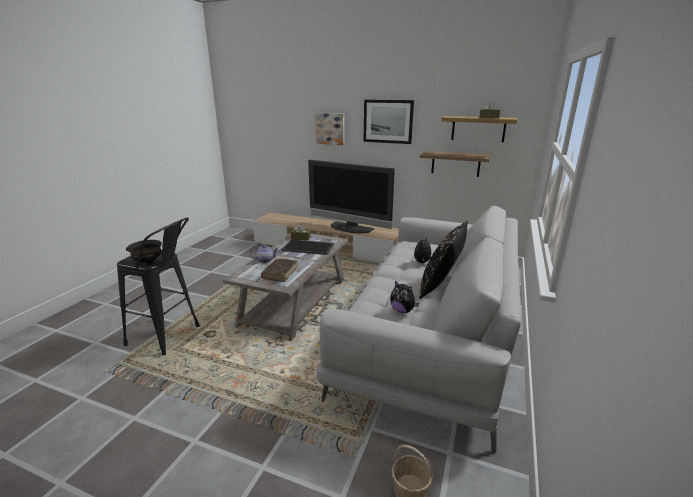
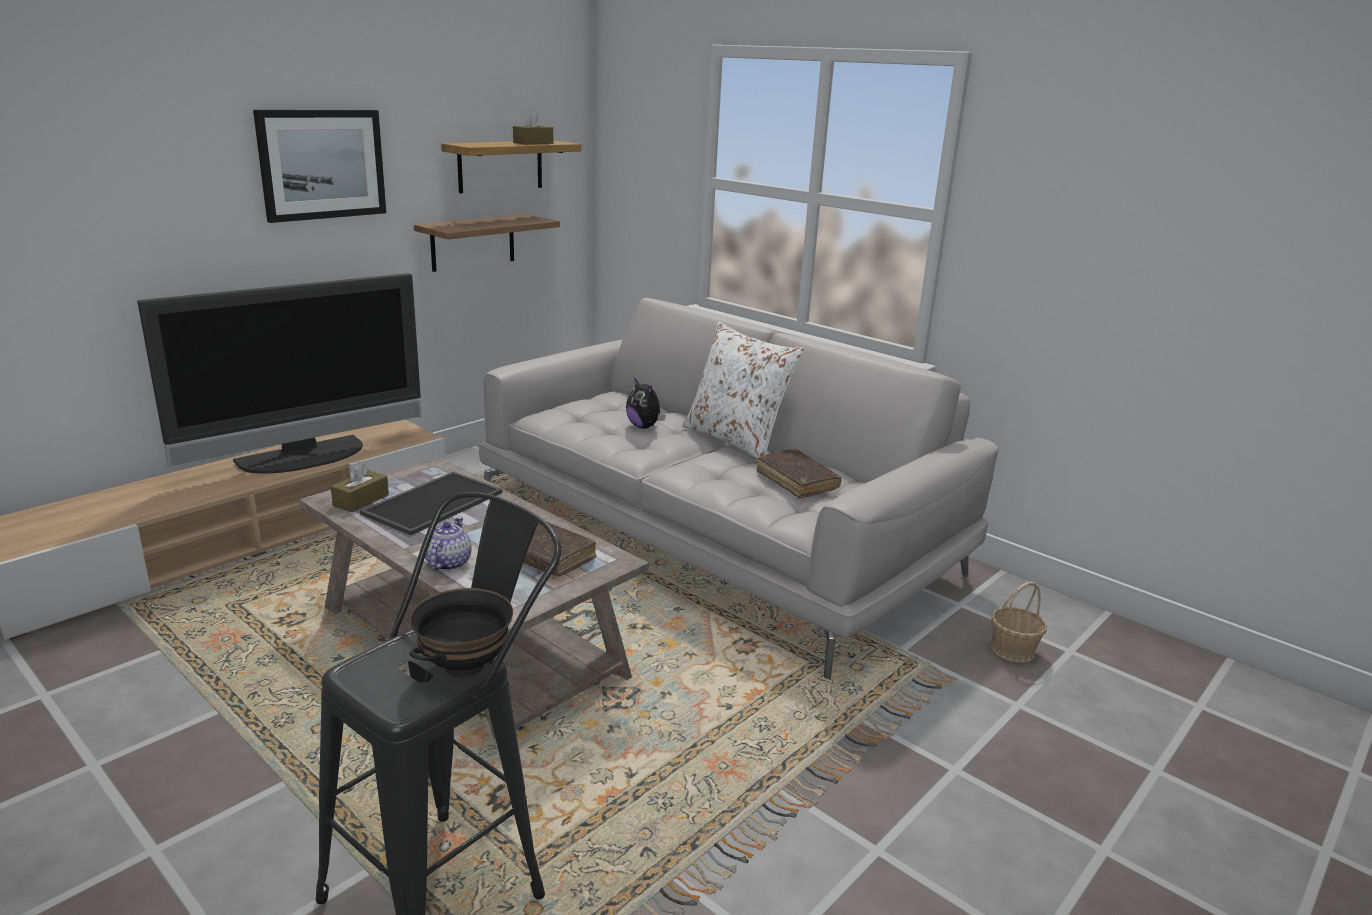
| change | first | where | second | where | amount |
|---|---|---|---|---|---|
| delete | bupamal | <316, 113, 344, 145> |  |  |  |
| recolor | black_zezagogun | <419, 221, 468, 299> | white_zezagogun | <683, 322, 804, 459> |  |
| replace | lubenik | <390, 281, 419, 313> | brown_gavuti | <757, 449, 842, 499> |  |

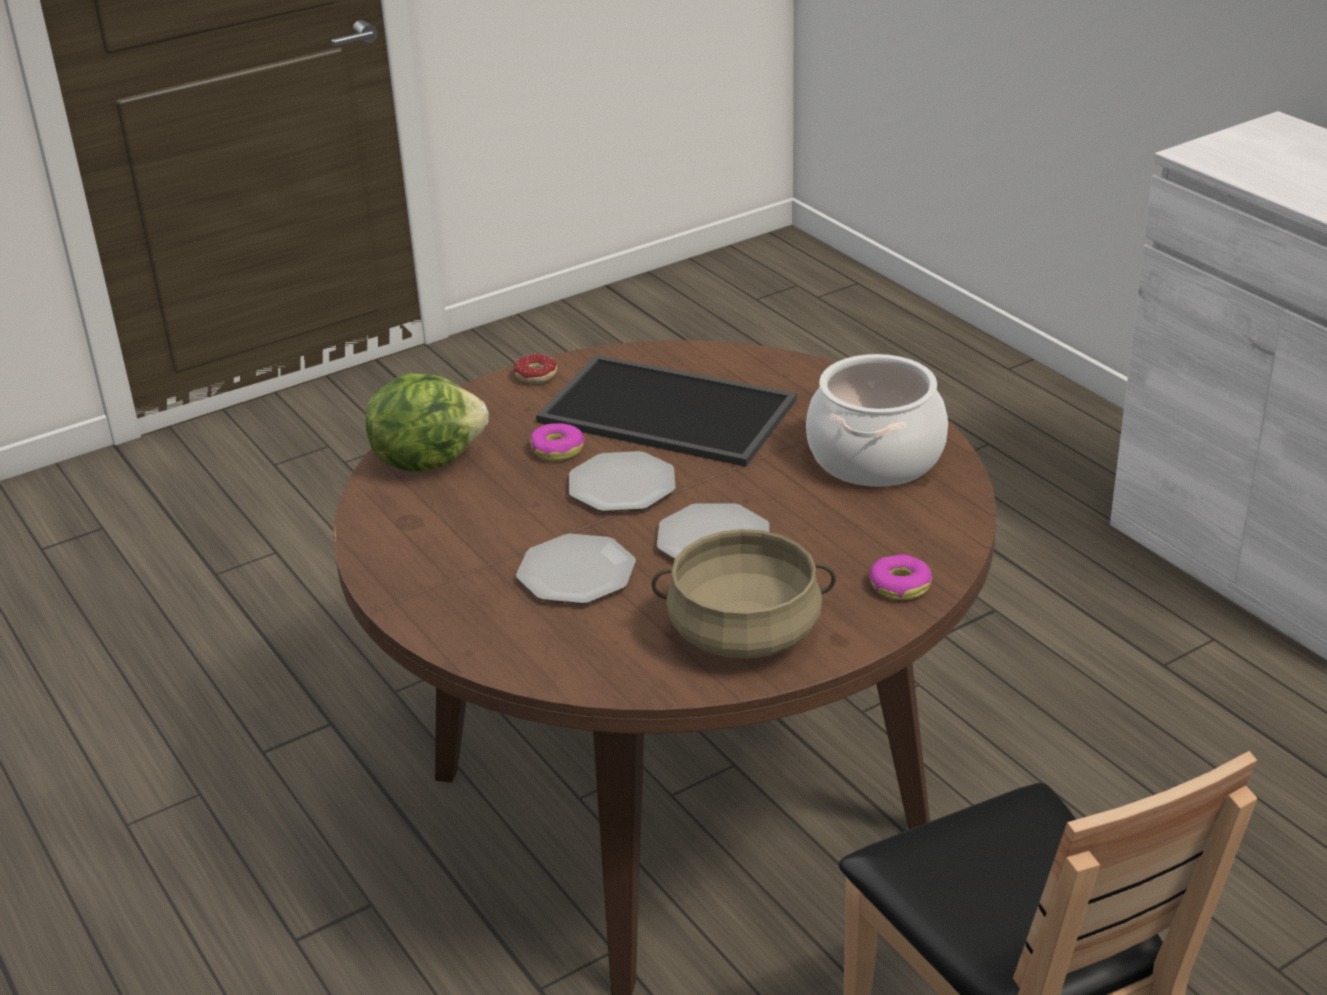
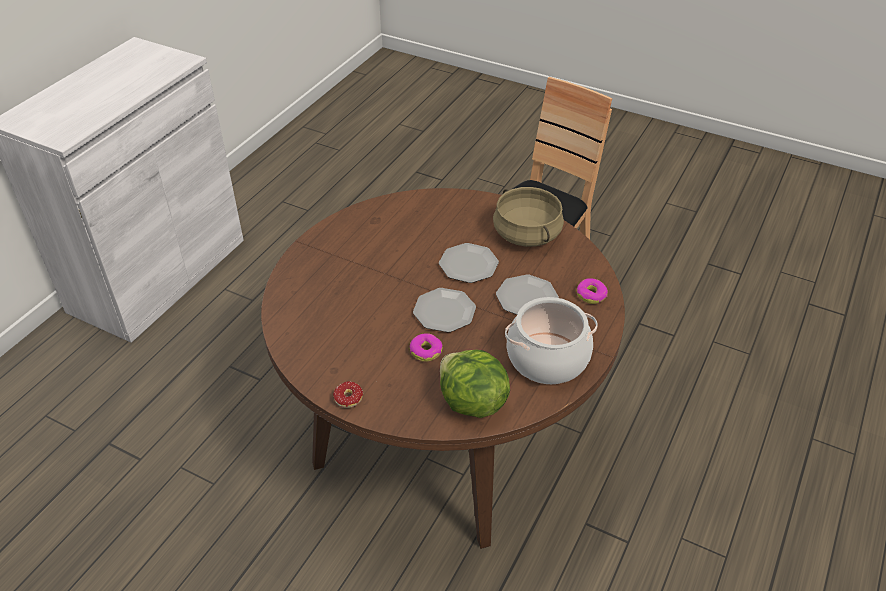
| change | first | where | second | where | amount |
|---|---|---|---|---|---|
| move | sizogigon | <806, 354, 948, 487> |  | <505, 297, 598, 384> |  |
| delete | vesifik | <536, 355, 797, 467> |  |  |  |
| move | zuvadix | <869, 555, 932, 600> |  | <577, 278, 608, 304> |  |

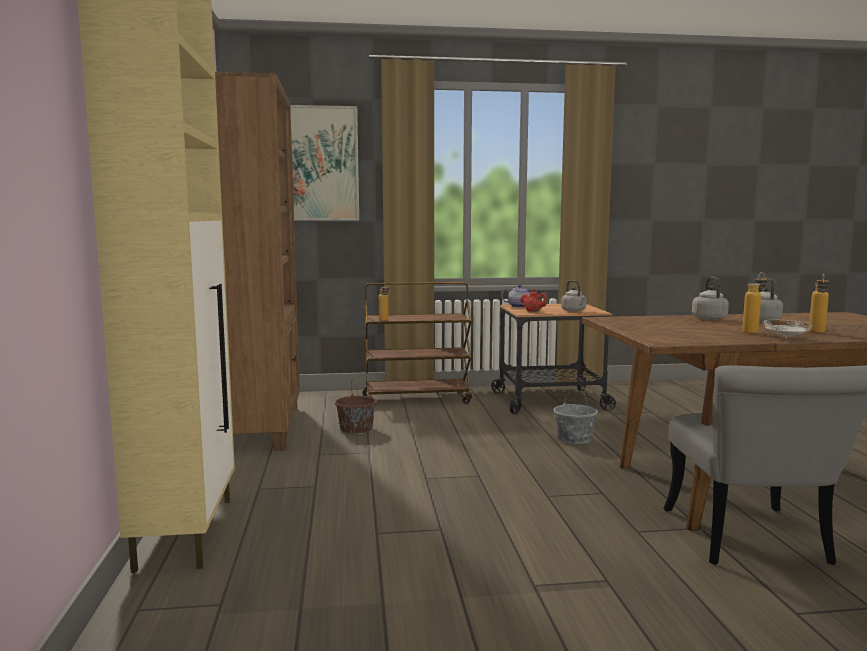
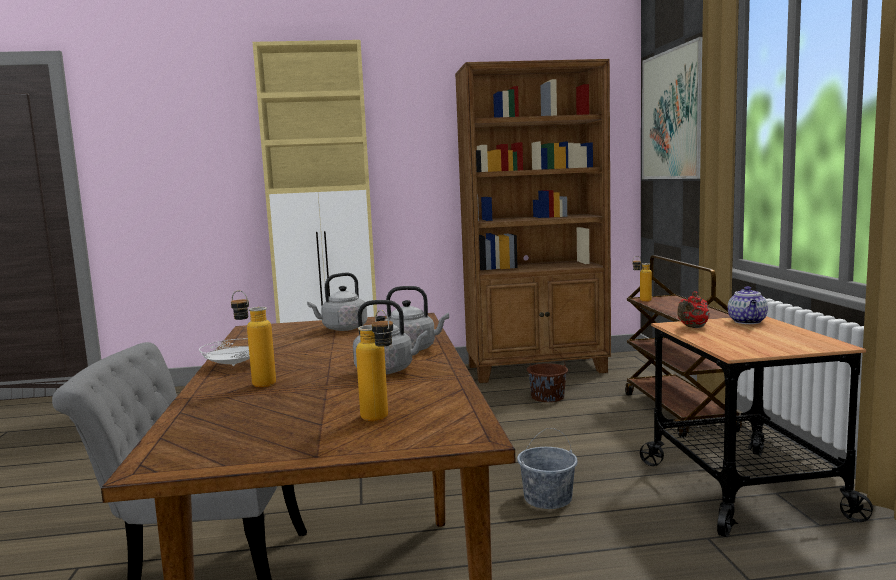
| change | first | where | second | where | amount |
|---|---|---|---|---|---|
| move | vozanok | <742, 272, 767, 334> |  | <356, 310, 393, 421> |  |
| move | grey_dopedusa | <561, 280, 586, 312> |  | <307, 273, 367, 331> |  |

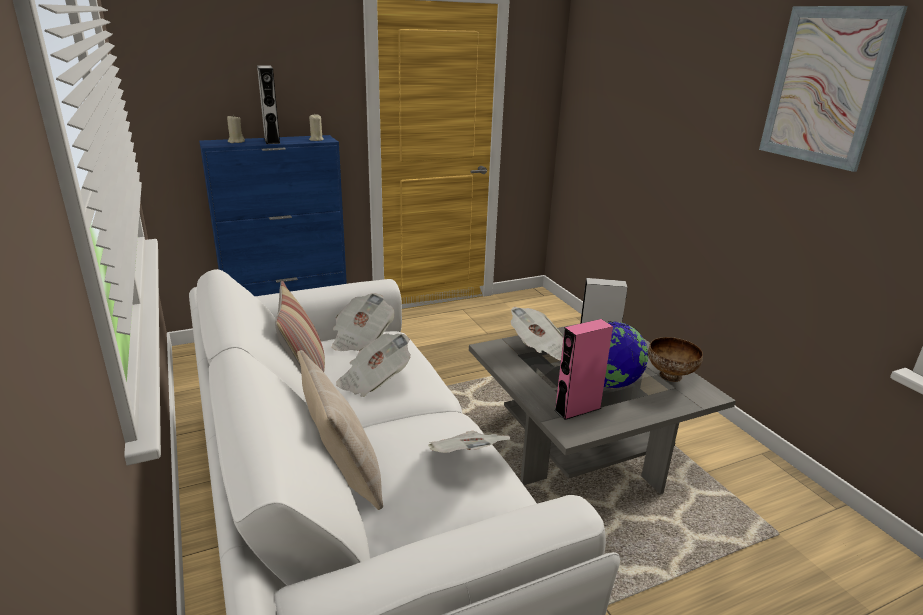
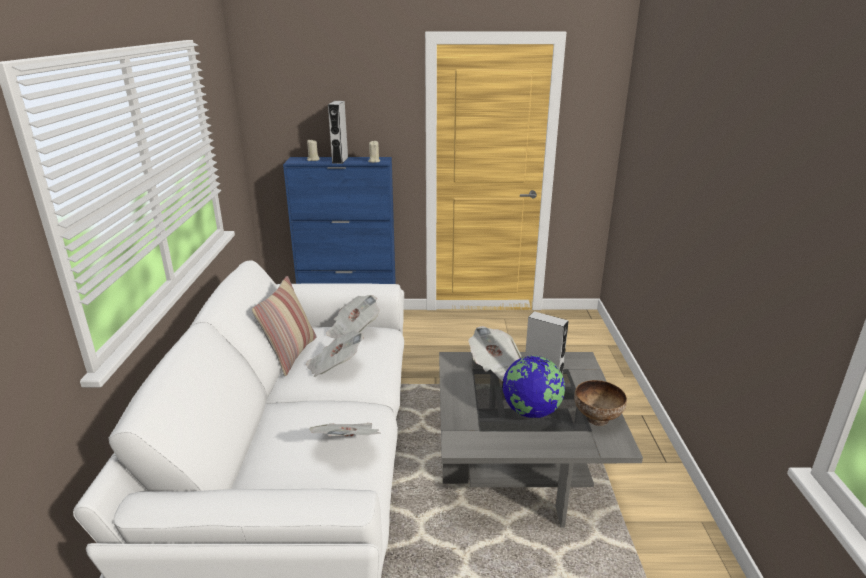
| change | first | where | second | where | amount |
|---|---|---|---|---|---|
| delete | bupamal | <759, 6, 908, 172> |  |  |  |
| delete | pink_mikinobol | <554, 319, 613, 420> |  |  |  |
| delete | beige_zezagogun | <297, 350, 383, 510> |  |  |  |

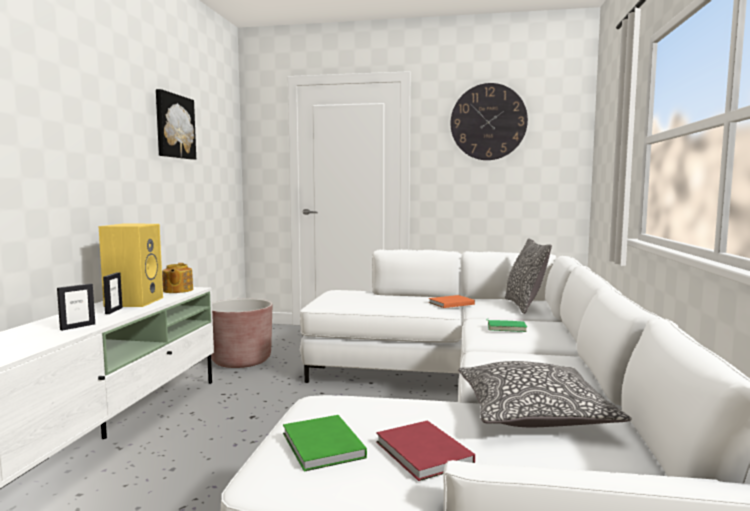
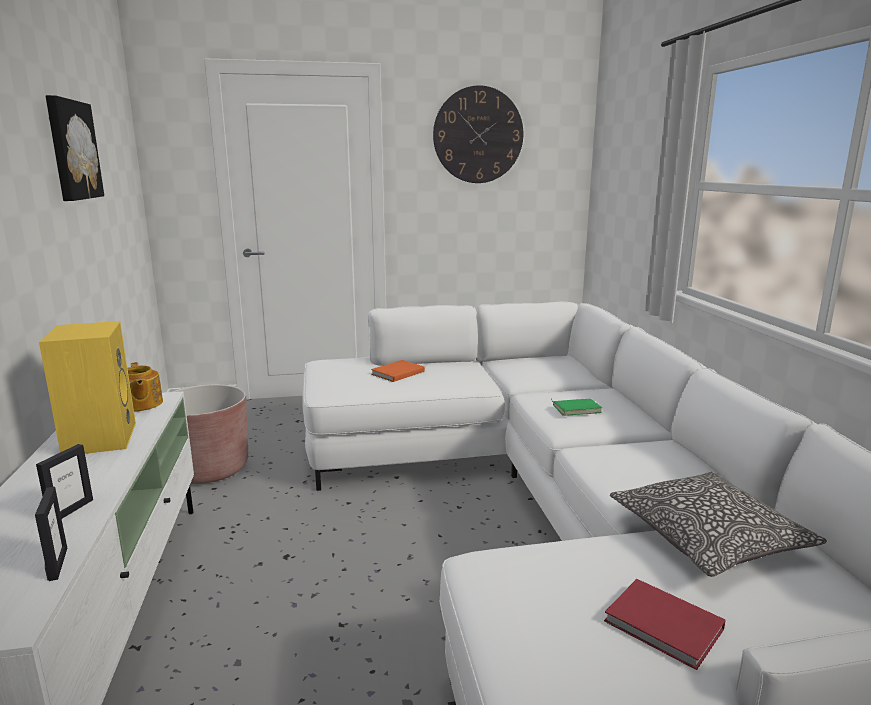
| change | first | where | second | where | amount |
|---|---|---|---|---|---|
| delete | zezagogun | <505, 238, 552, 314> |  |  |  |
| move | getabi | <103, 272, 123, 314> |  | <35, 487, 67, 581> |  |
| move | orange_gavuti | <429, 295, 475, 308> |  | <371, 360, 425, 382> |  |
| delete | green_gavuti | <283, 415, 367, 472> |  |  |  |

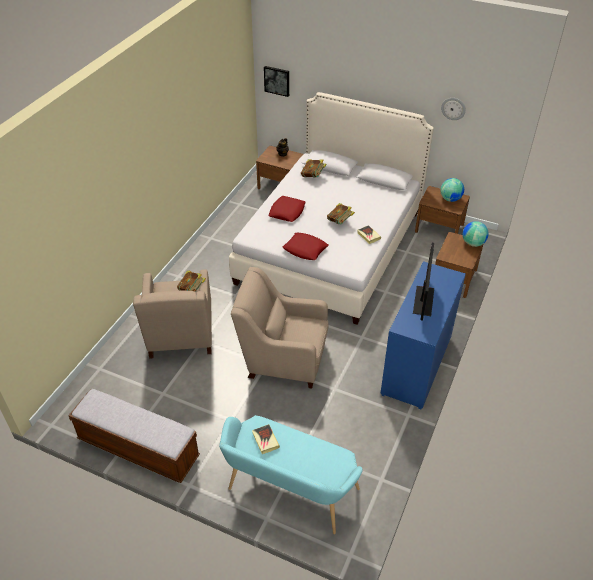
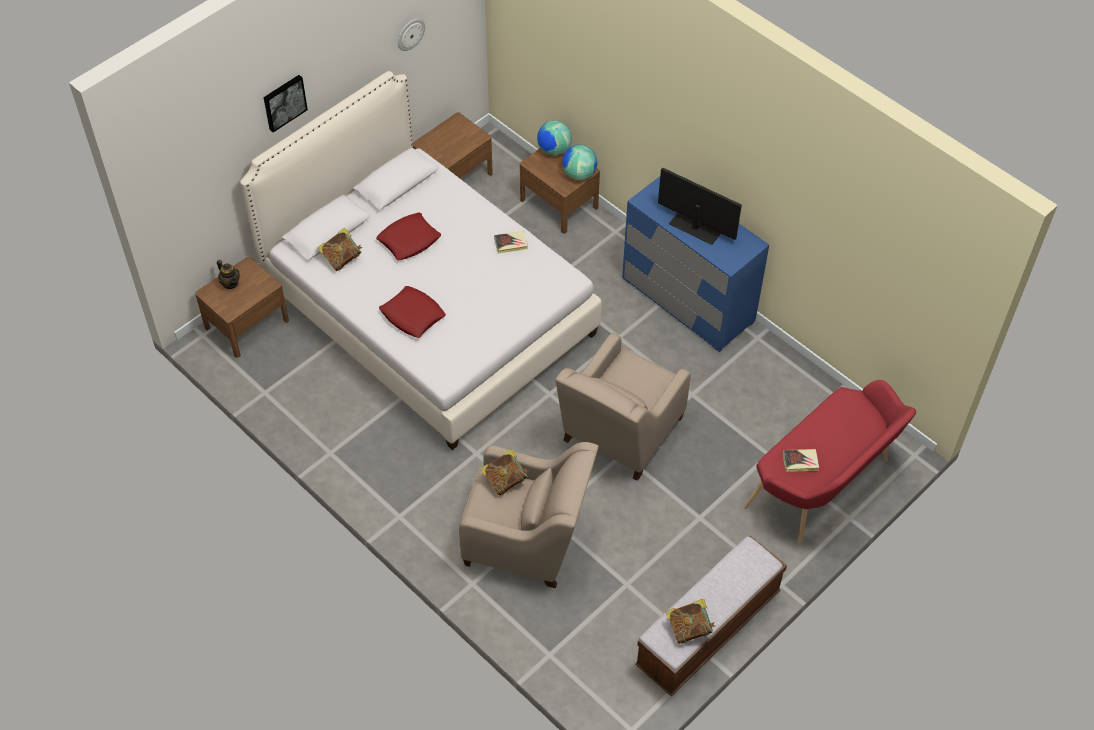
| change | first | where | second | where | amount |
|---|---|---|---|---|---|
| move | bupamal | <264, 66, 289, 97> |  | <263, 75, 308, 132> |  |
| move | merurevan | <440, 178, 464, 202> |  | <562, 145, 597, 180> |  |
| move | gavuti | <327, 203, 355, 224> |  | <665, 599, 715, 644> |  |
| move | red_zezagogun | <283, 233, 329, 260> |  | <376, 212, 441, 260> |  |
| recolor | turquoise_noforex | <219, 415, 363, 534> | red_noforex | <744, 380, 916, 545> |  |

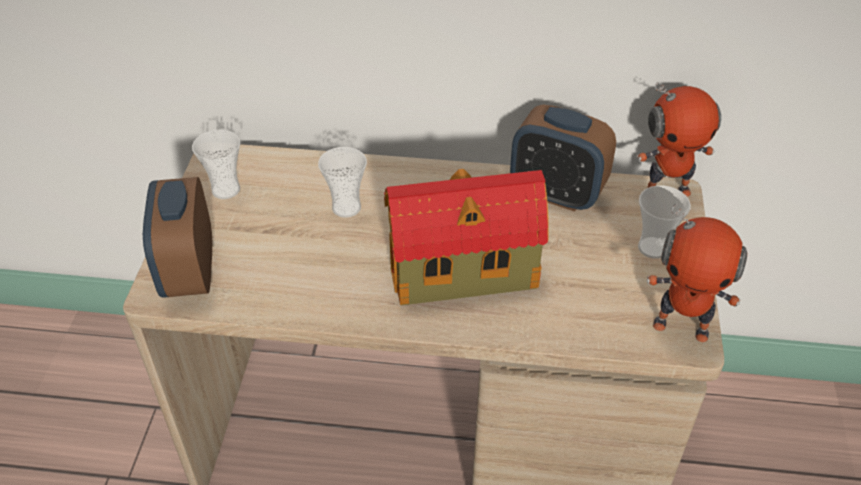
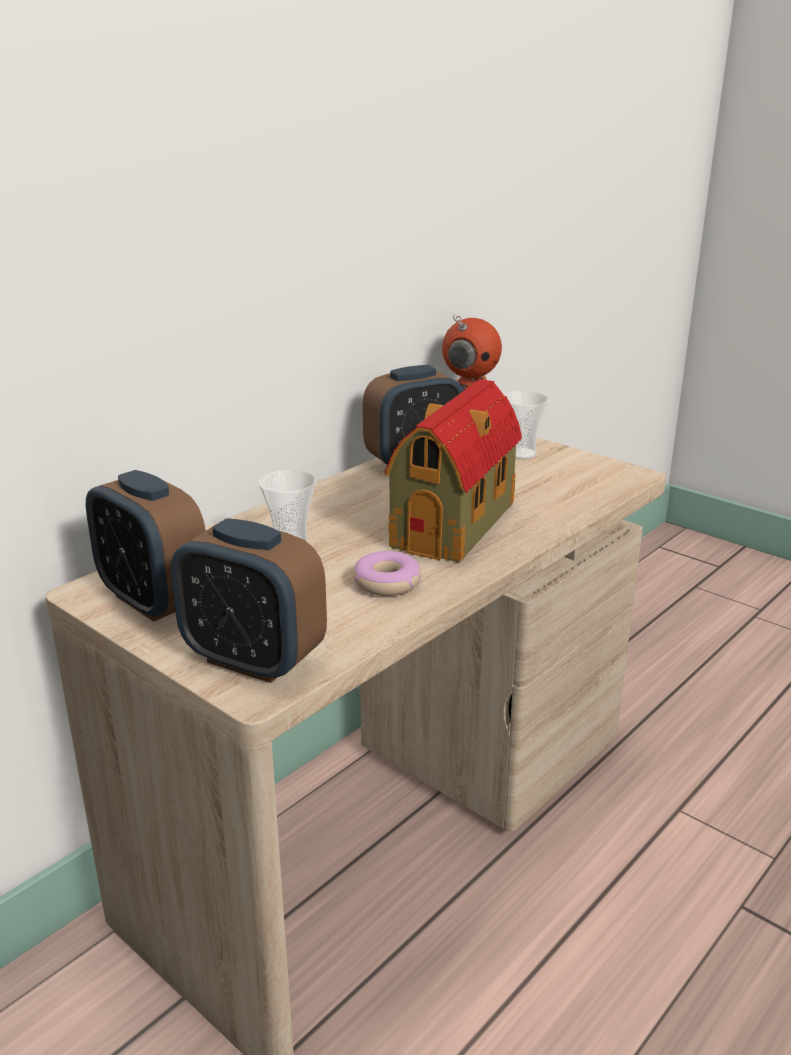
| change | first | where | second | where | amount |
|---|---|---|---|---|---|
| replace | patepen | <192, 130, 240, 199> | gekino | <86, 470, 206, 622> |  |
| delete | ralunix | <647, 204, 747, 342> |  |  |  |
| insert |  |  | zuvadix | <353, 551, 421, 596> |  |

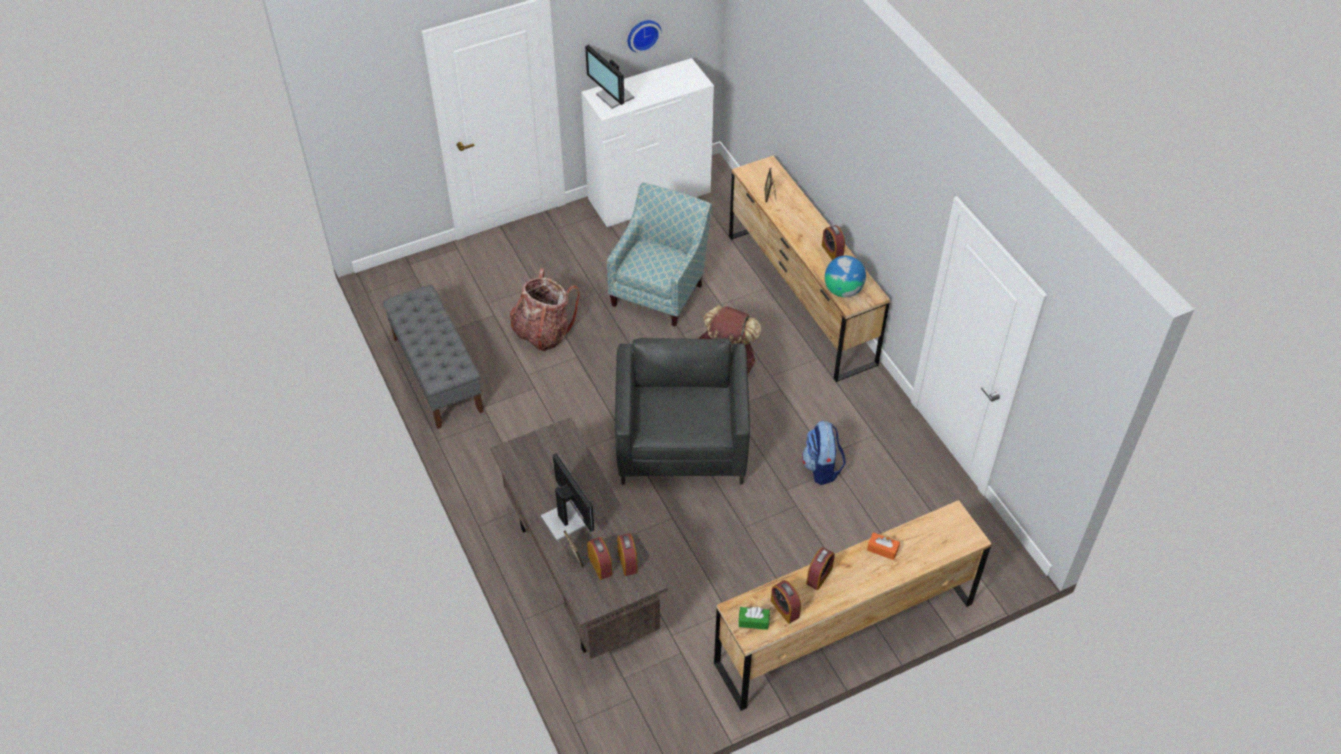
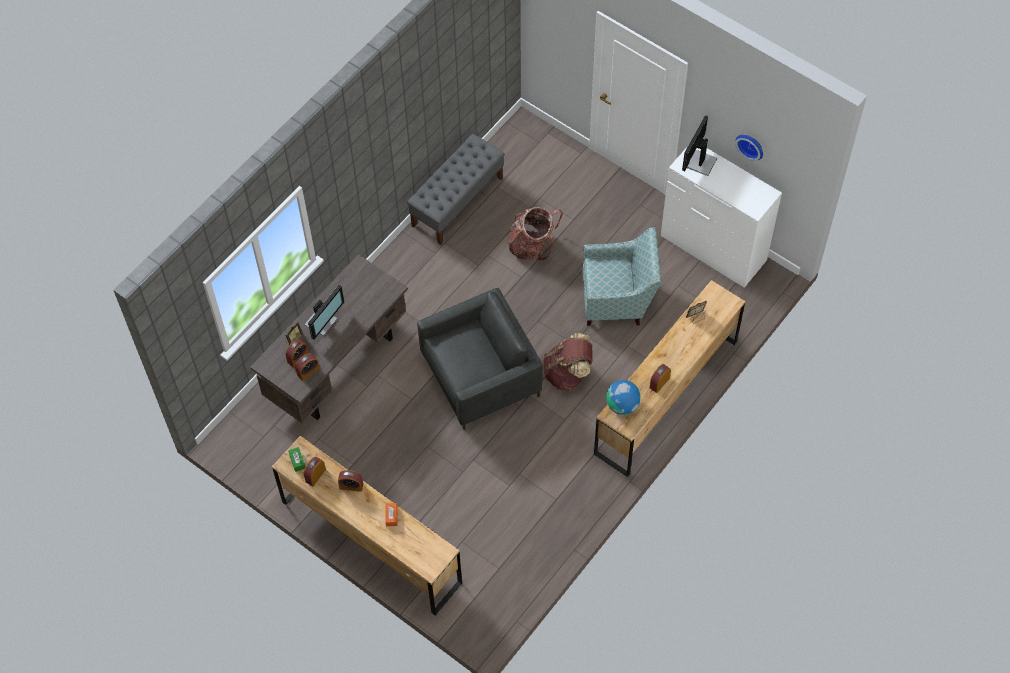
| change | first | where | second | where | amount |
|---|---|---|---|---|---|
| delete | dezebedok | <802, 421, 846, 485> |  |  |  |

